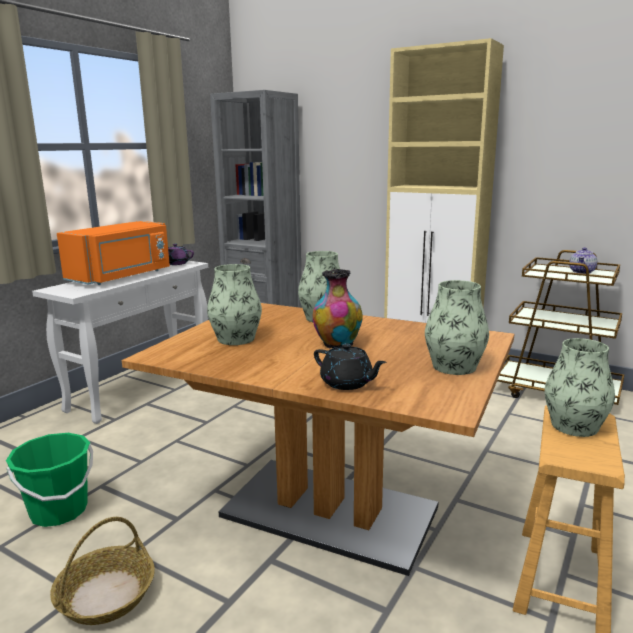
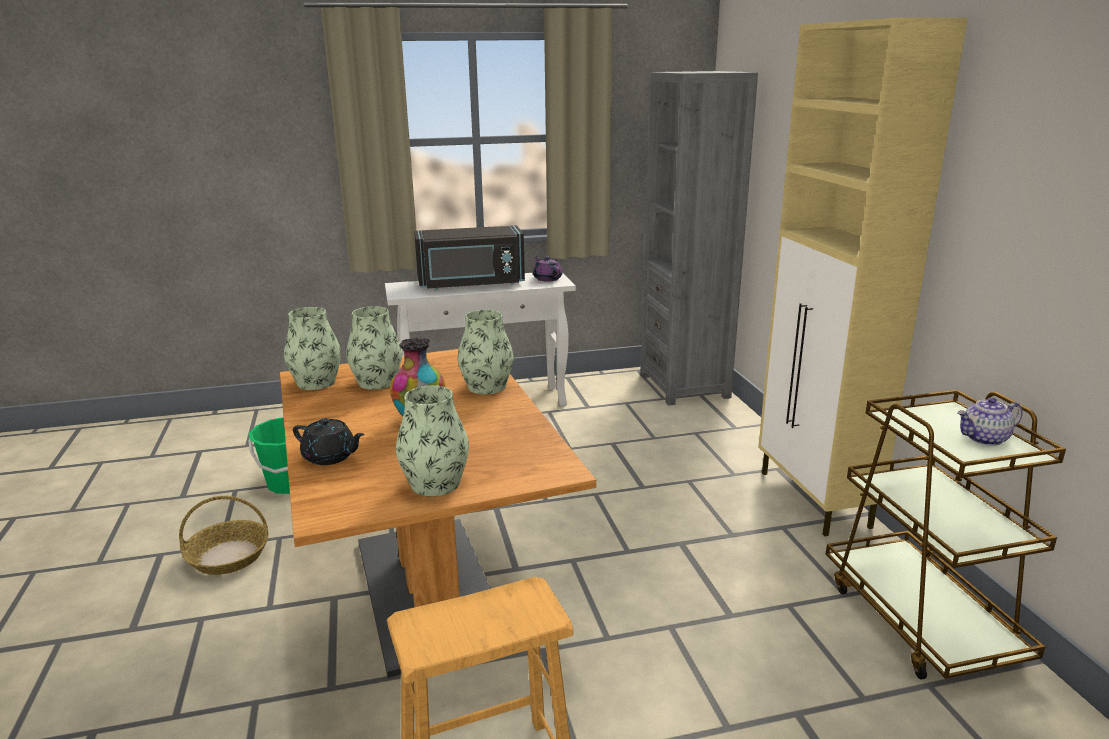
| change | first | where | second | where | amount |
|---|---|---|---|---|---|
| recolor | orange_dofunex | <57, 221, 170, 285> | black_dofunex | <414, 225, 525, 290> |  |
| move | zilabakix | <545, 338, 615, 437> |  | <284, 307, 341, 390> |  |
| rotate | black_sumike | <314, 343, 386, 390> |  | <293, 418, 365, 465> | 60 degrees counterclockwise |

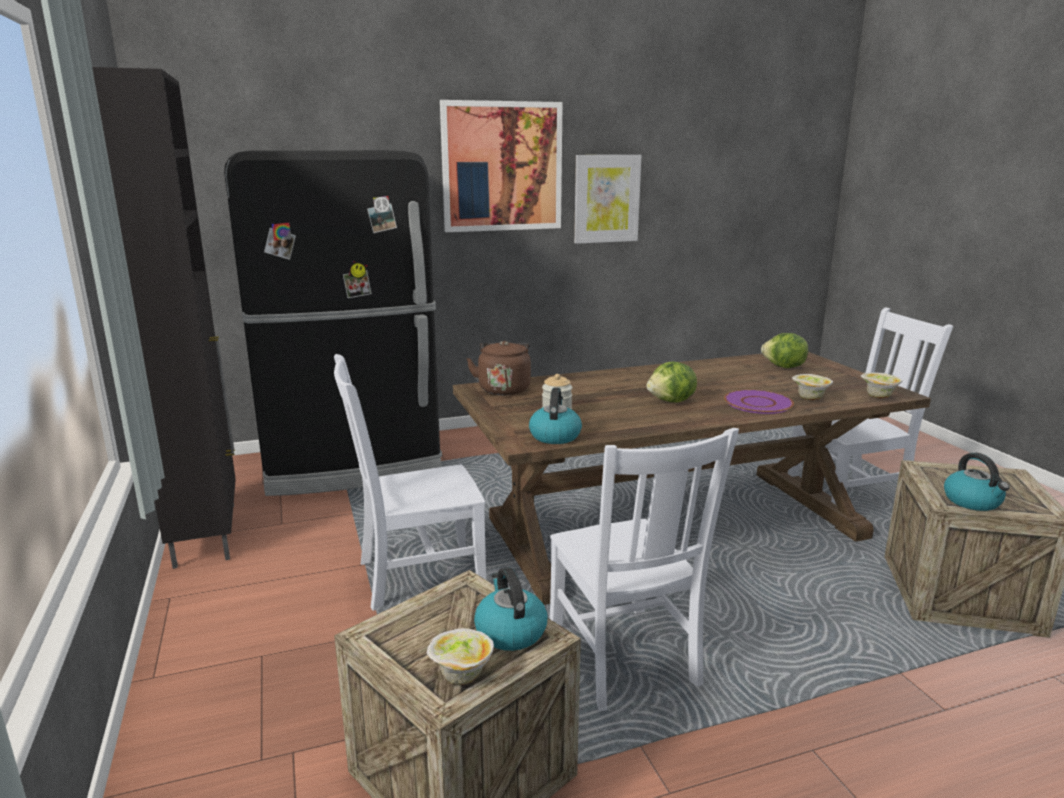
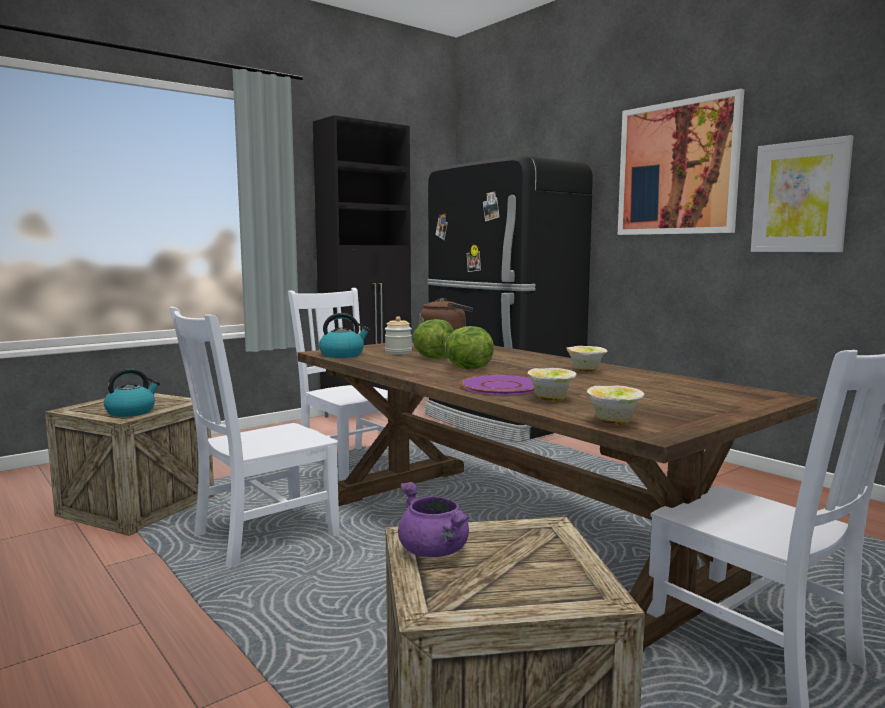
| change | first | where | second | where | amount |
|---|---|---|---|---|---|
| move | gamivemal | <761, 333, 808, 368> |  | <413, 319, 454, 359> |  |
| replace | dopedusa | <944, 453, 1010, 511> | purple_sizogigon | <398, 482, 469, 557> |  |
| move | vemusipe | <427, 628, 494, 685> |  | <566, 346, 608, 373> |  |

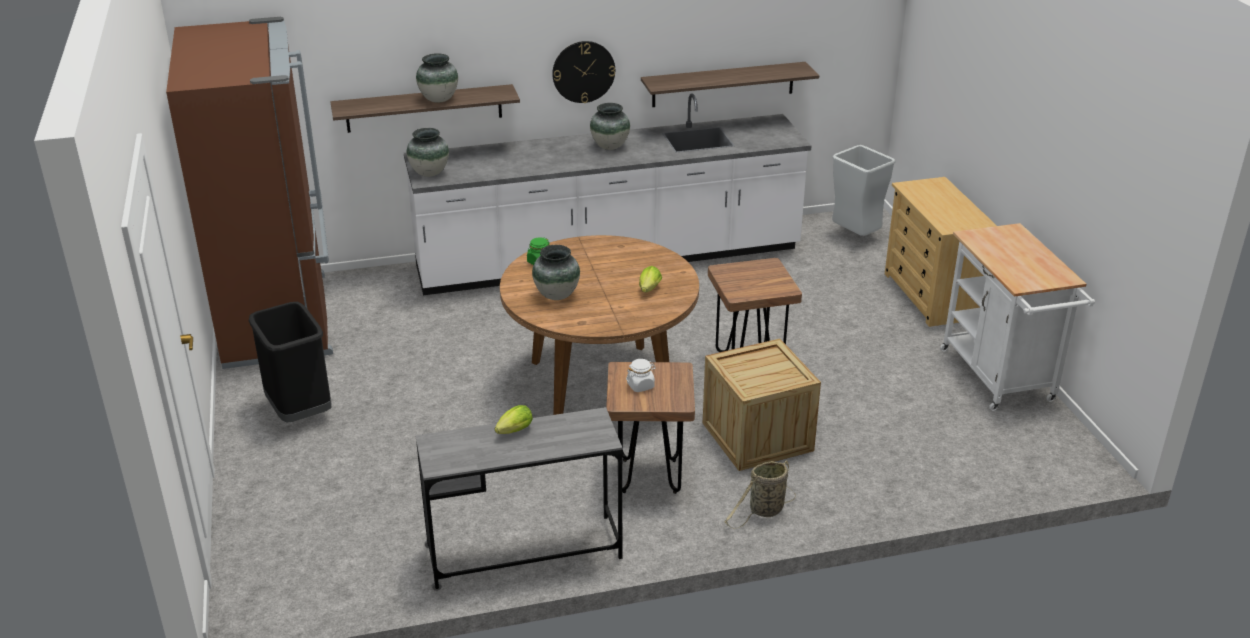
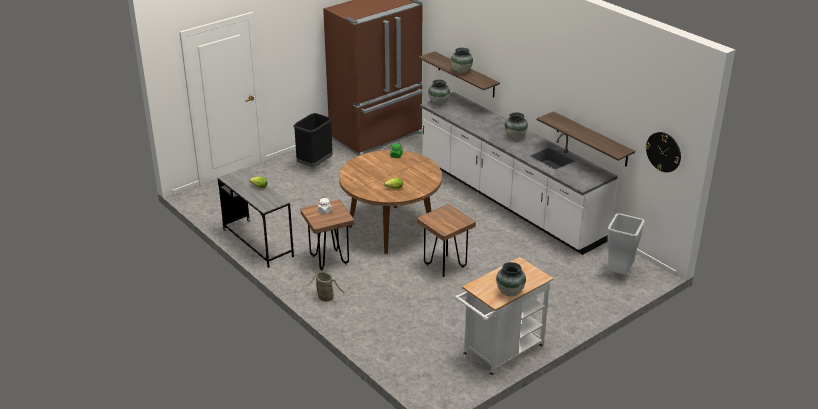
| change | first | where | second | where | amount |
|---|---|---|---|---|---|
| move | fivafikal | <552, 41, 615, 103> |  | <645, 132, 681, 172> |  |
| delete | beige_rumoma | <885, 177, 997, 327> |  |  |  |
| move | zilabakix | <532, 245, 580, 300> |  | <496, 262, 526, 296> |  |
| delete | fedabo | <702, 339, 821, 471> |  |  |  |

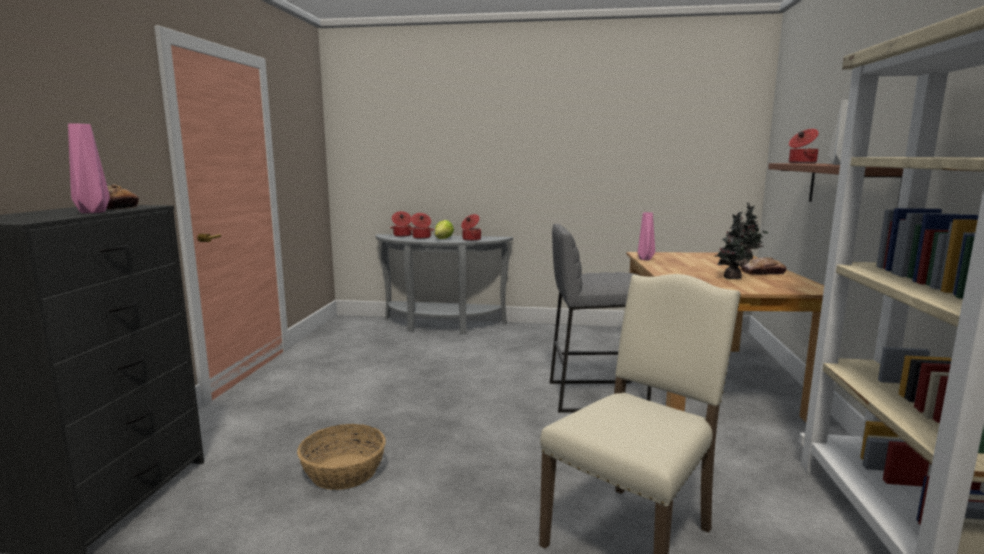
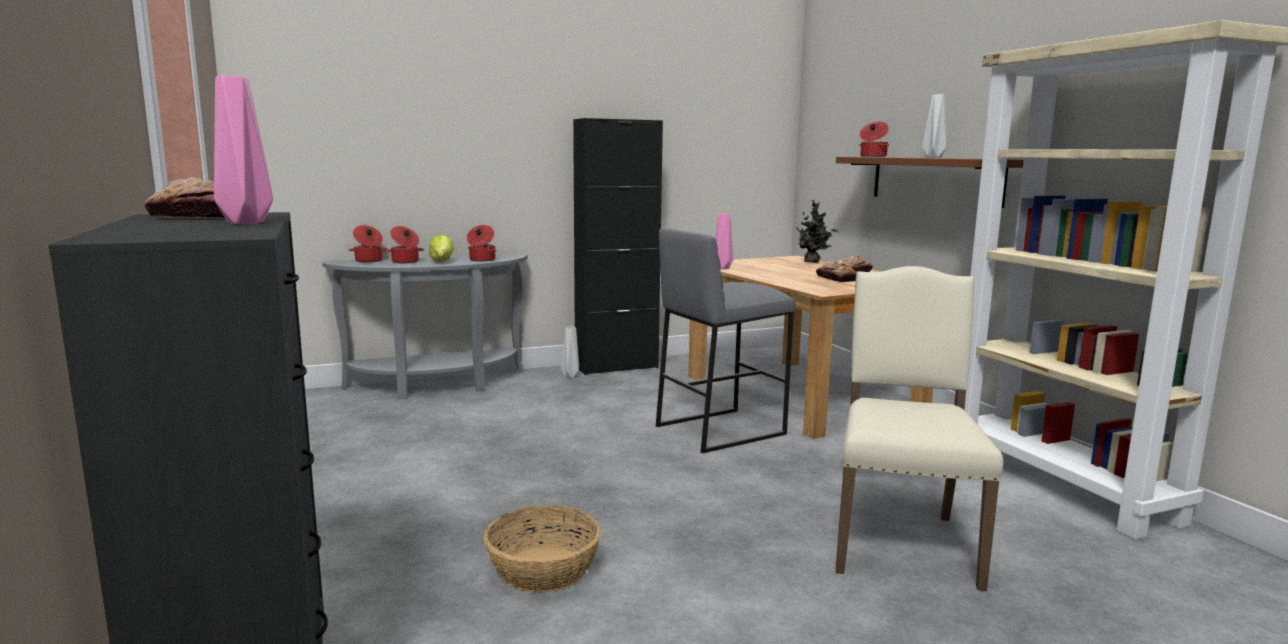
| change | first | where | second | where | amount |
|---|---|---|---|---|---|
| replace | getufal | <714, 212, 753, 279> | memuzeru | <816, 261, 856, 282> |  |
| insert |  |  | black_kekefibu | <573, 118, 663, 375> |  |
| insert |  |  | grey_zilabakix | <561, 327, 579, 379> |  |

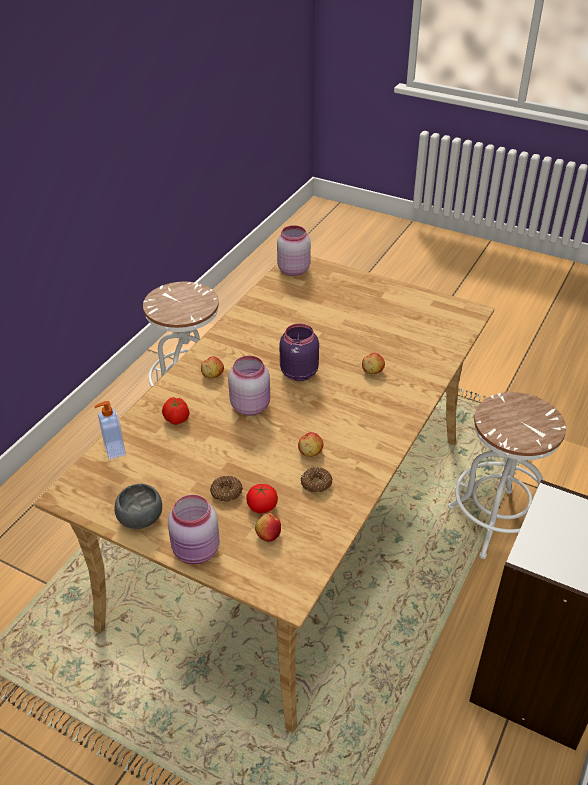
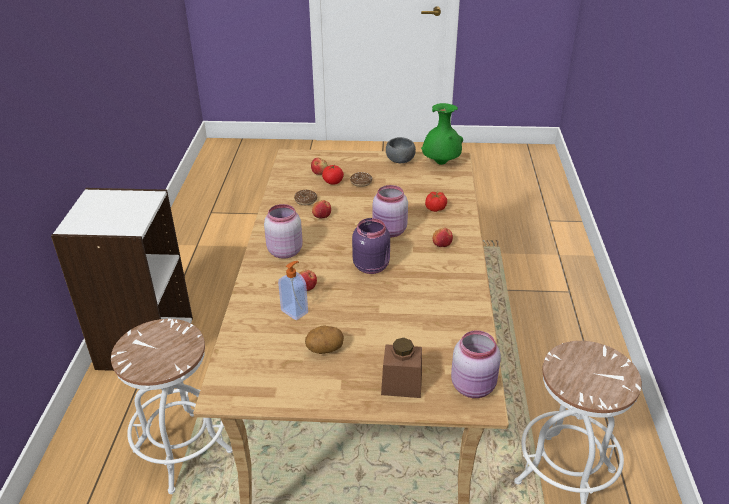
| change | first | where | second | where | amount |
|---|---|---|---|---|---|
| move | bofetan | <94, 401, 126, 460> |  | <278, 261, 308, 320> |  |
| move | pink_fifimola | <168, 495, 220, 565> |  | <264, 204, 303, 259> |  |
| insert |  |  | green_zilabakix | <421, 103, 463, 165> |  |
| insert |  |  | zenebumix | <305, 325, 344, 354> |  |
| insert |  |  | brown_fifimola | <381, 338, 422, 398> |  |

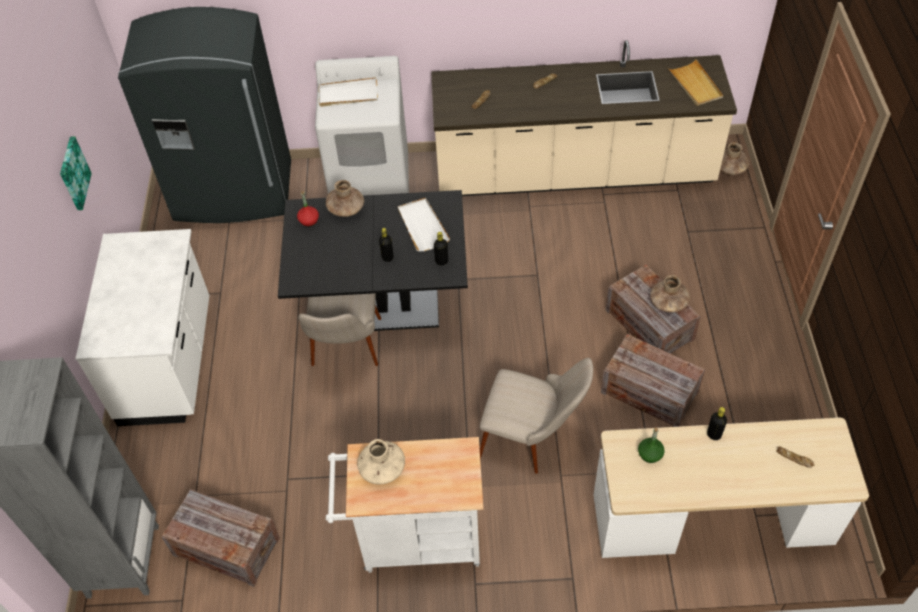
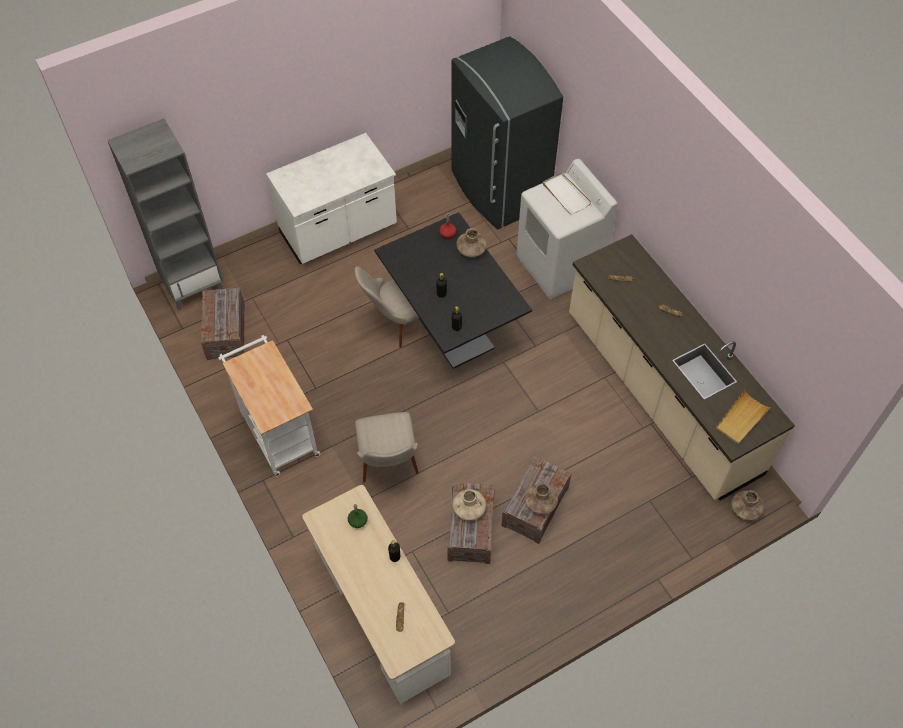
| change | first | where | second | where | amount |
|---|---|---|---|---|---|
| delete | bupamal | <60, 136, 92, 210> |  |  |  |
| delete | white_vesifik | <398, 198, 450, 251> |  |  |  |
| move | beige_zilabakix | <357, 439, 405, 484> |  | <453, 489, 486, 521> |  |

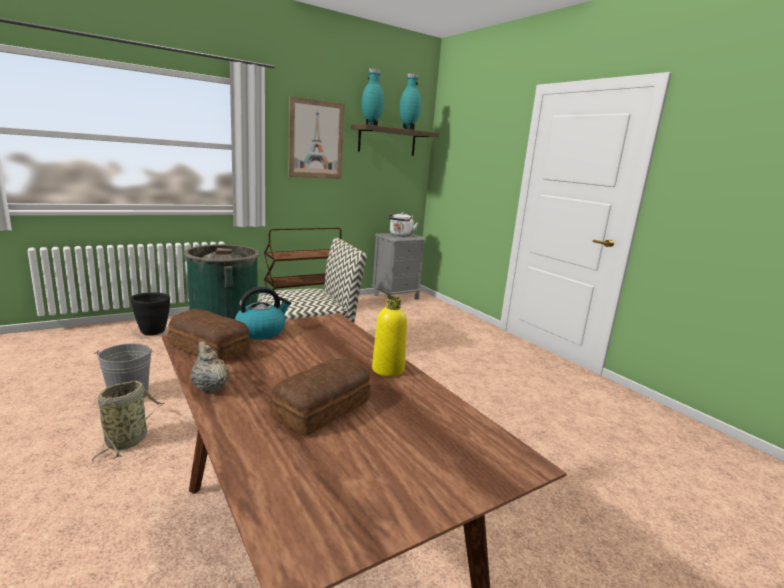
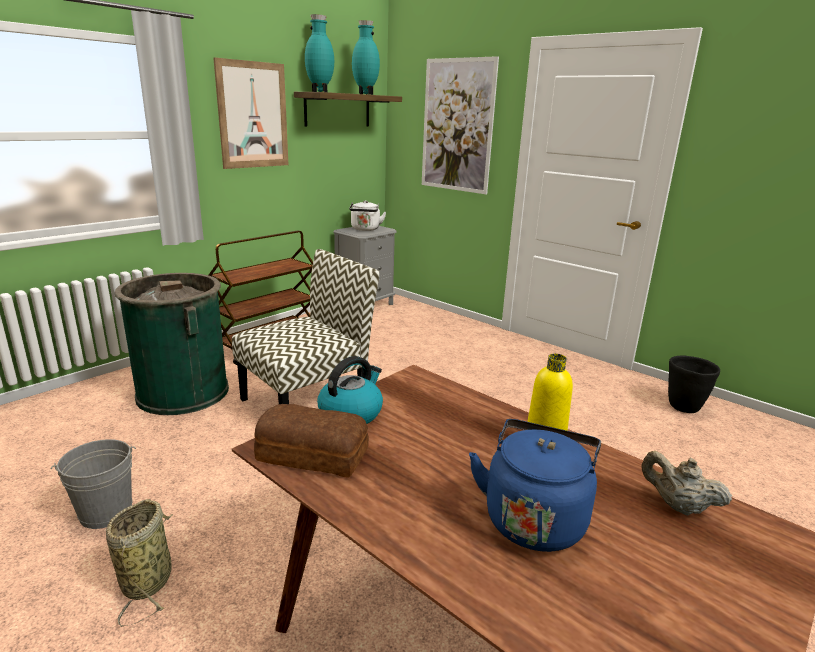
| change | first | where | second | where | amount |
|---|---|---|---|---|---|
| move | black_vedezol | <131, 292, 170, 335> |  | <668, 356, 720, 413> |  |
| move | beige_sumike | <190, 341, 230, 392> |  | <641, 451, 732, 516> |  |
| replace | memuzeru | <270, 358, 371, 436> | blue_dopedusa | <469, 419, 601, 552> |  |
| insert |  |  | bupamal | <422, 56, 499, 194> |  |

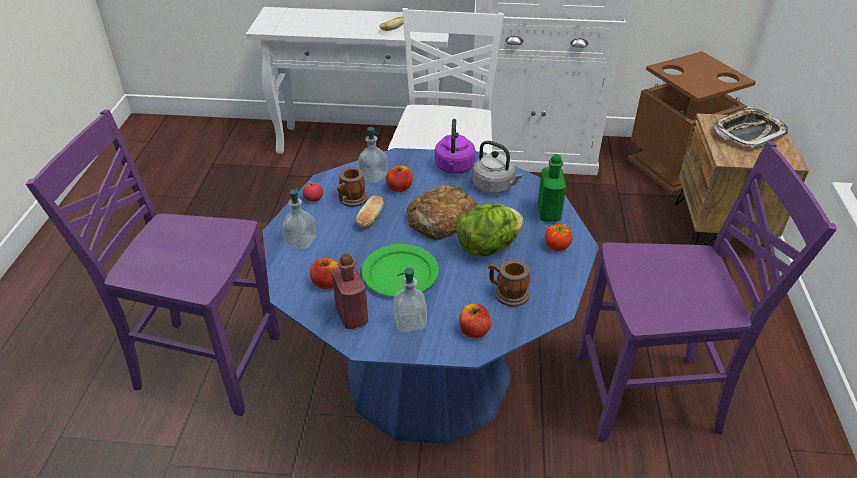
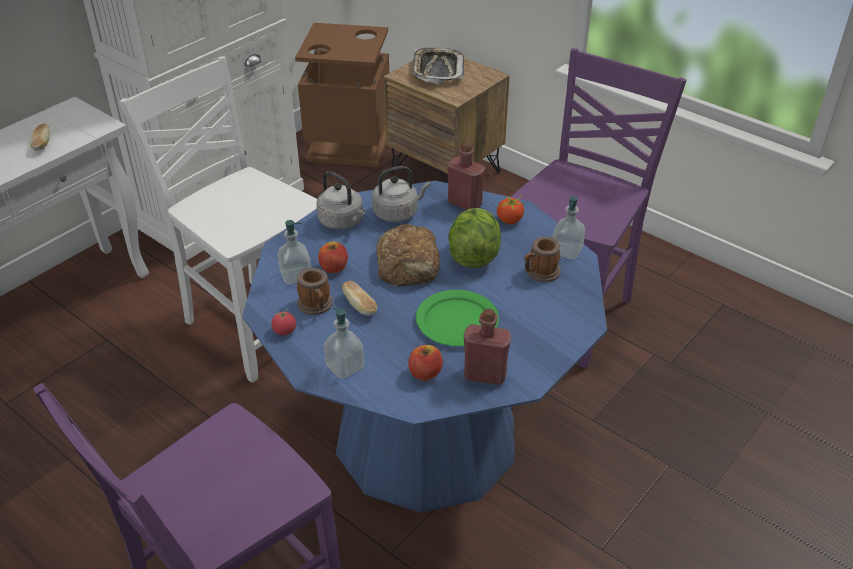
| change | first | where | second | where | amount |
|---|---|---|---|---|---|
| recolor | purple_dopedusa | <435, 119, 476, 174> | grey_dopedusa | <316, 171, 366, 230> |  |
| recolor | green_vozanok | <538, 154, 566, 222> | red_vozanok | <448, 142, 485, 210> |  |
| move | bofetan | <393, 268, 427, 332> |  | <553, 196, 585, 259> |  |
| delete | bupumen | <459, 303, 491, 338> |  |  |  |

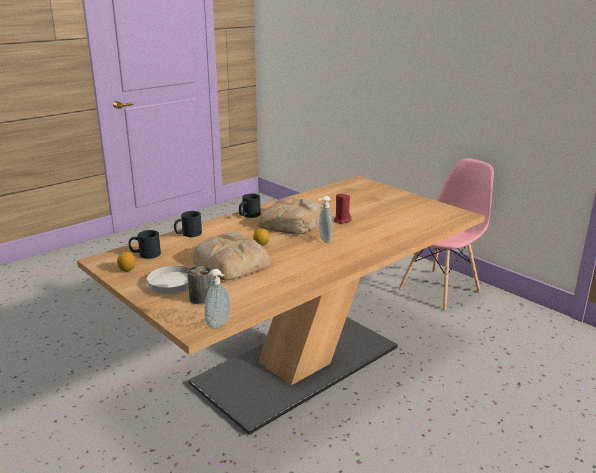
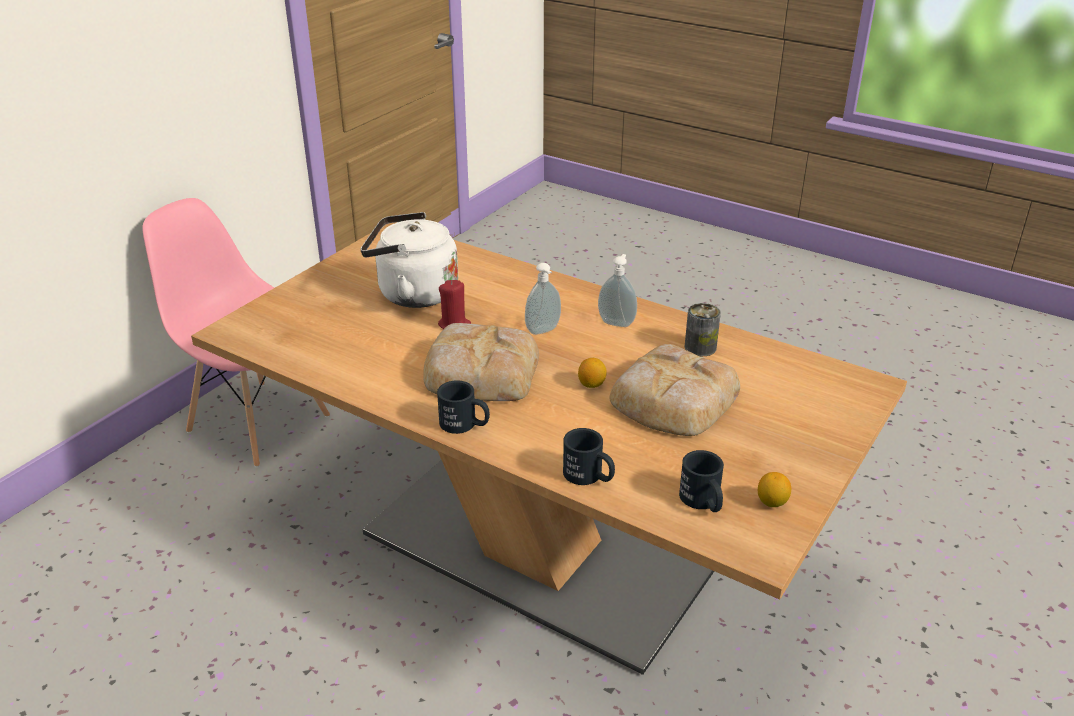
| change | first | where | second | where | amount |
|---|---|---|---|---|---|
| delete | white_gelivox | <147, 266, 190, 294> |  |  |  |
| move | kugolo | <187, 266, 212, 304> |  | <685, 303, 721, 356> |  |
| move | bofetan | <204, 269, 230, 329> |  | <598, 254, 637, 327> |  |
| insert |  |  | white_dopedusa | <360, 212, 458, 308> |  |

